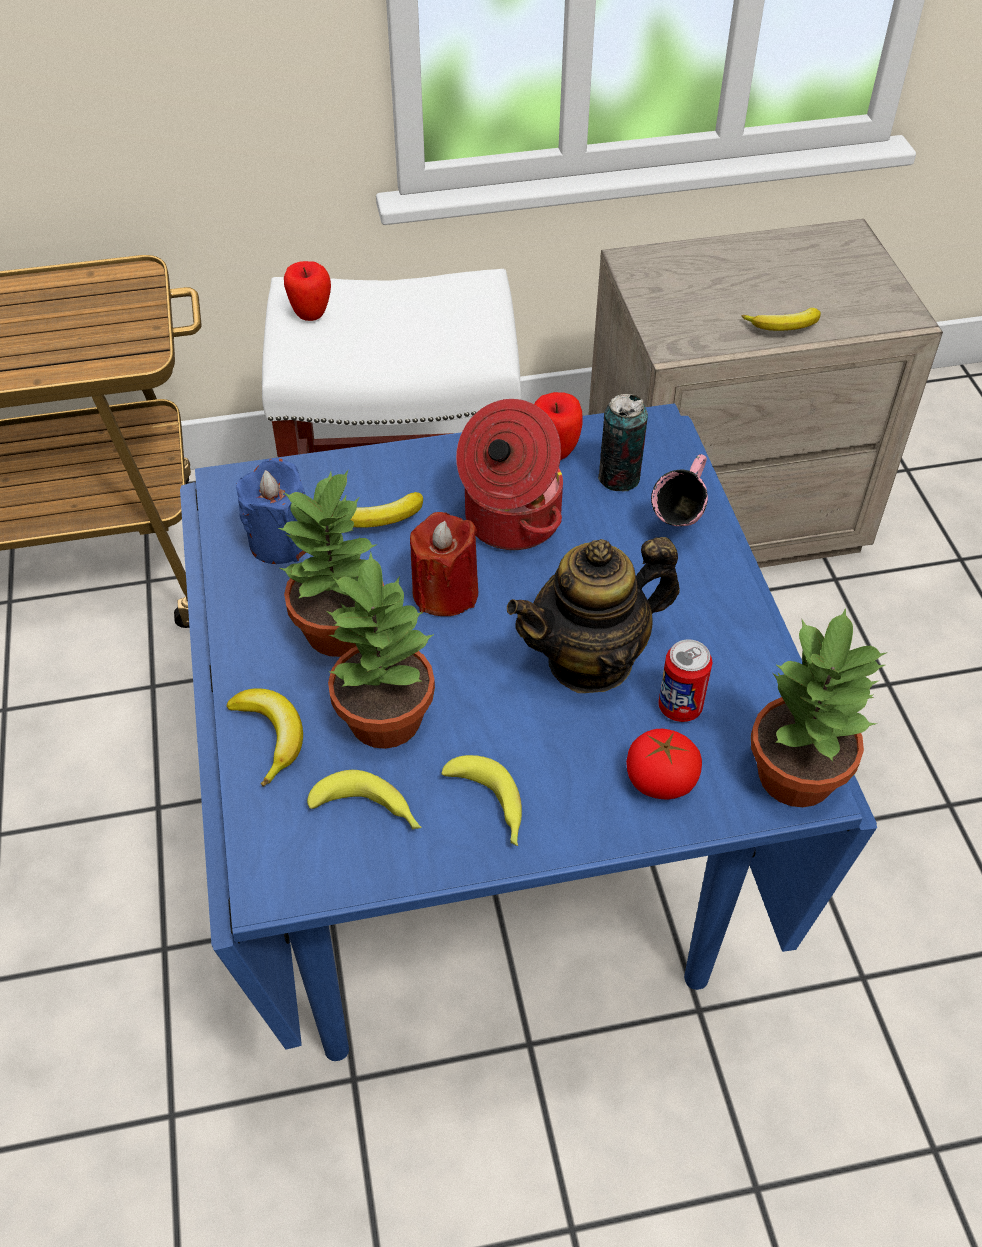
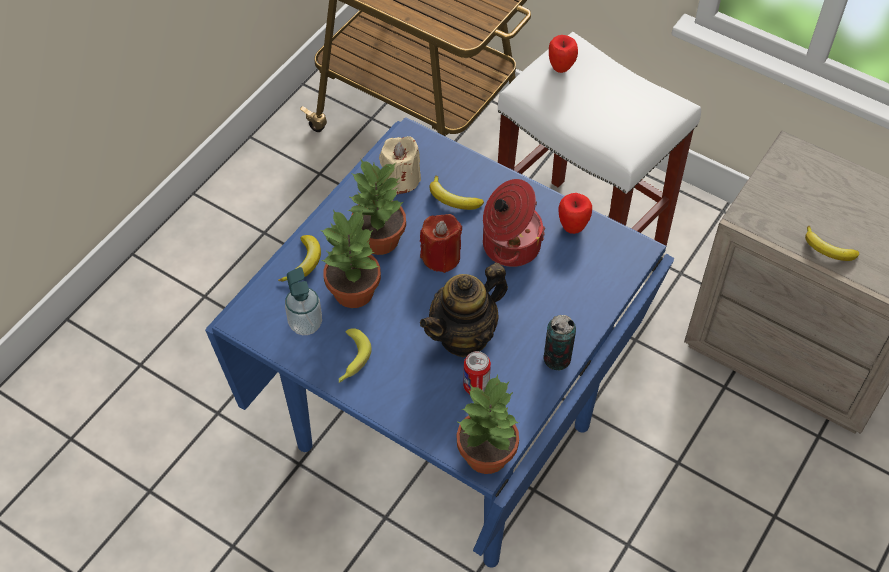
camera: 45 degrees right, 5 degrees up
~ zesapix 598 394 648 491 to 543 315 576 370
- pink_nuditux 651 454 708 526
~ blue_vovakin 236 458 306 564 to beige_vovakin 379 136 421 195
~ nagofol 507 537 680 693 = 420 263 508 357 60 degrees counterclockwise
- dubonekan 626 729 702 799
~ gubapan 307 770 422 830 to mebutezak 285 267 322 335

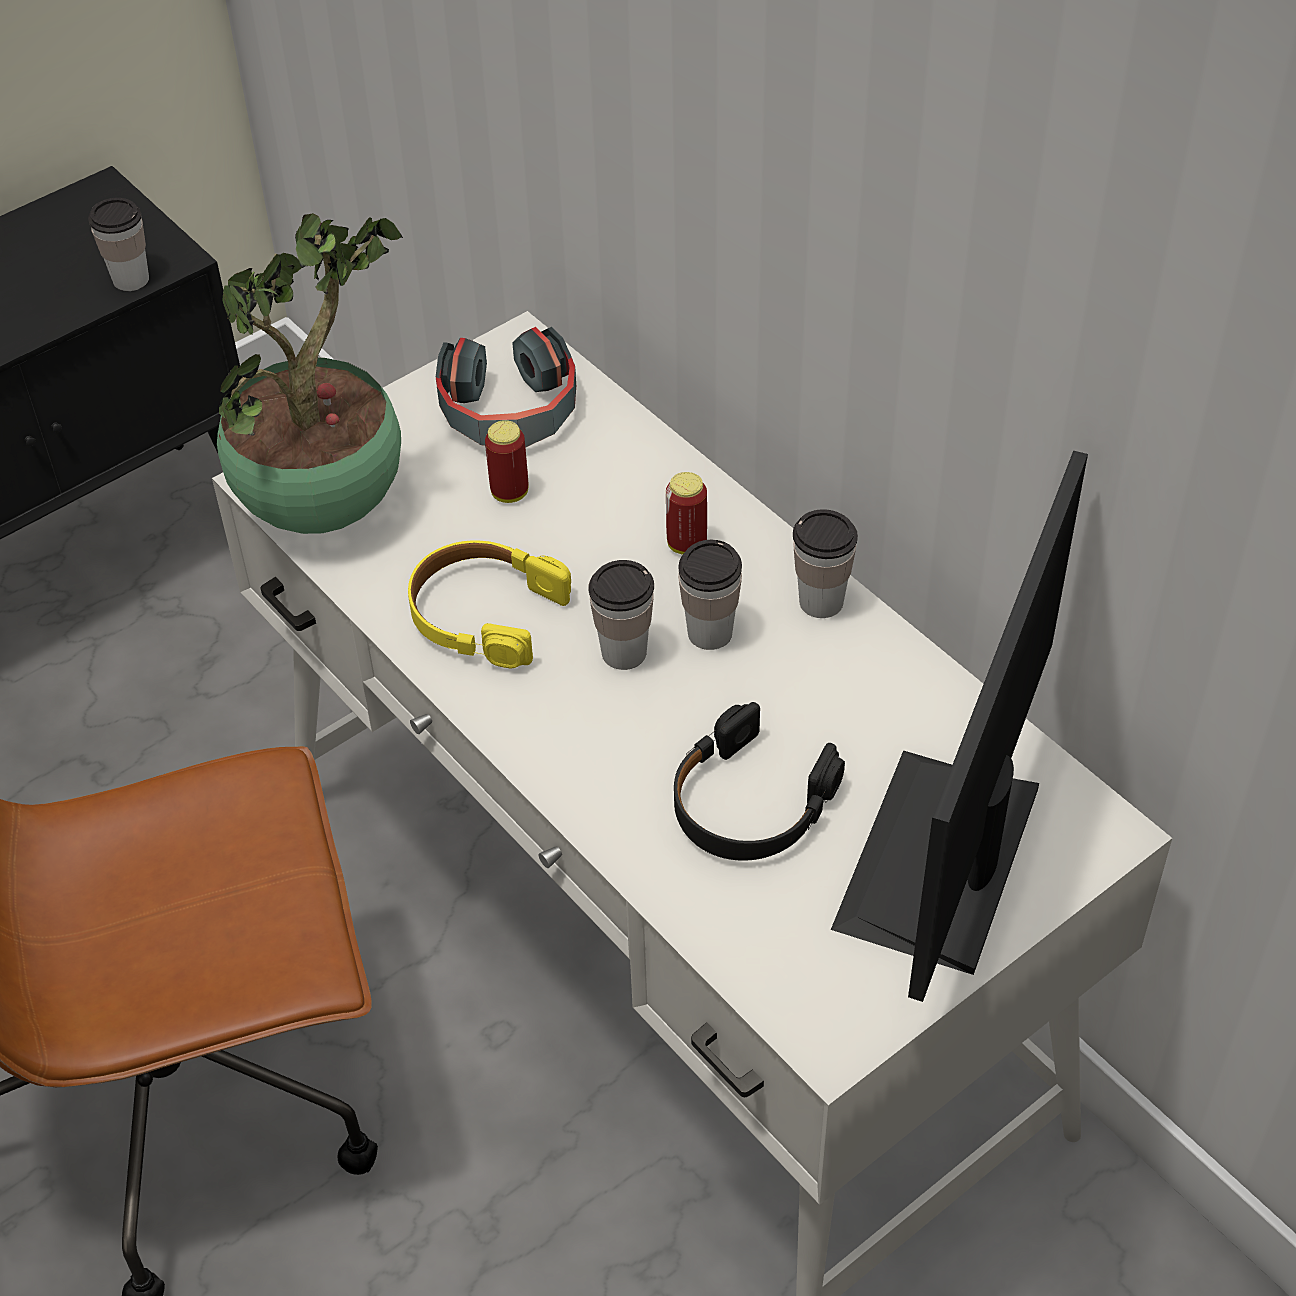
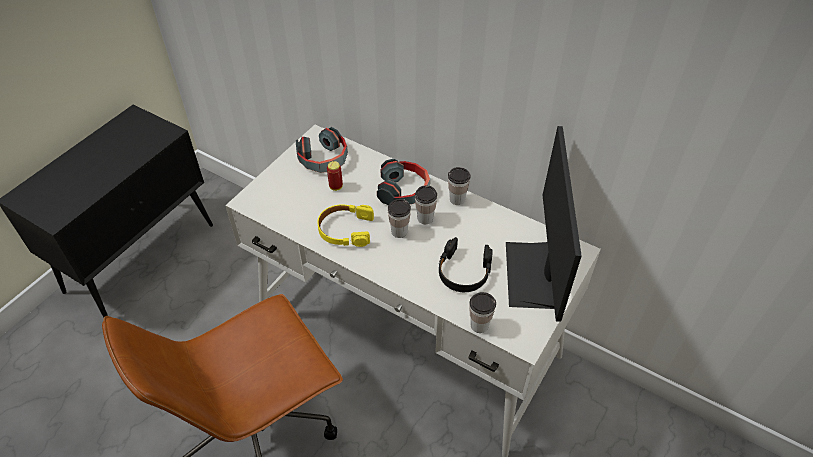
camera: 20 degrees left, 0 degrees up
~ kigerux 88 198 149 291 to 469 292 496 333
- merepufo 217 213 403 534
~ zesapix 666 472 707 555 to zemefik 377 159 430 205

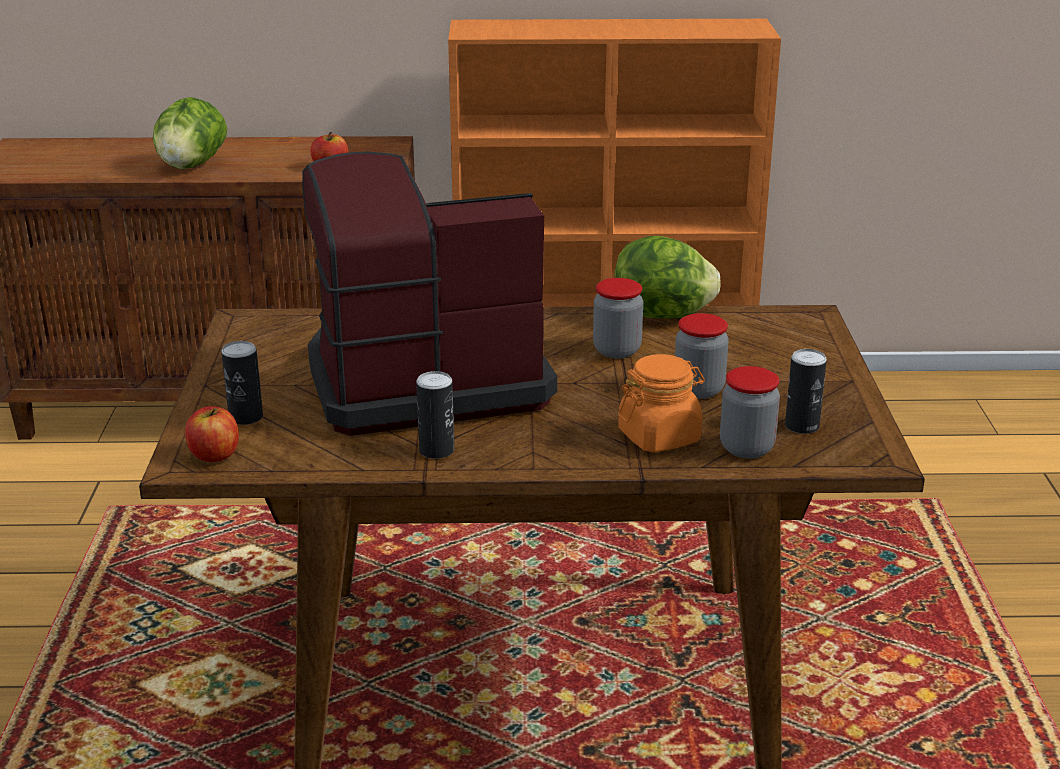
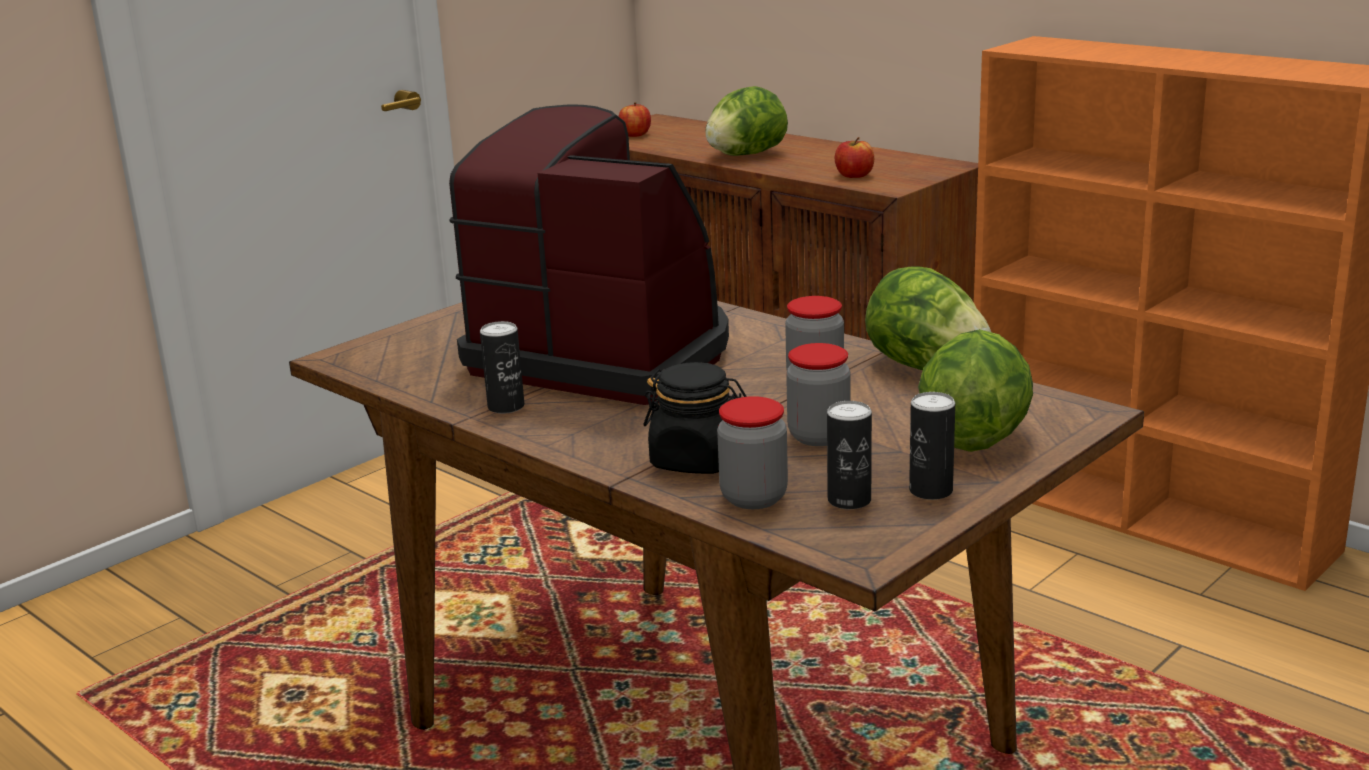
camera: 45 degrees right, 5 degrees down
~ zesapix 221 341 263 425 to 909 392 955 500
~ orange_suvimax 618 354 705 452 to black_suvimax 643 362 747 474
~ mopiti 185 406 239 462 to 618 102 651 137
+ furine 918 329 1033 452

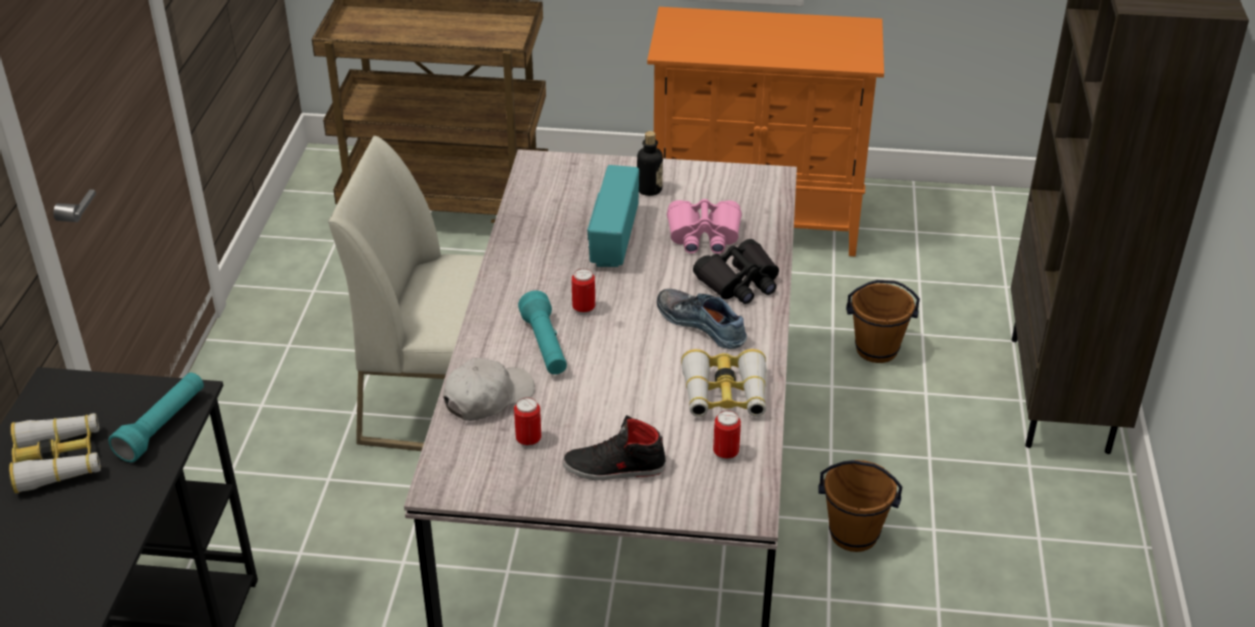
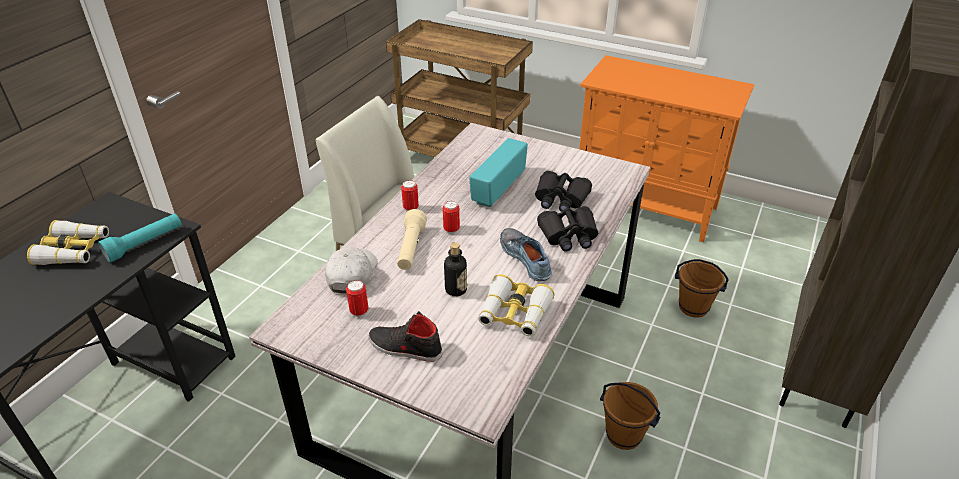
camera: 20 degrees right, 0 degrees up
~ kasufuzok 637 131 663 196 to 444 242 467 296
~ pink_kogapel 667 199 742 254 to black_kogapel 535 171 592 212
~ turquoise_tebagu 518 290 567 375 to beige_tebagu 397 209 427 270
~ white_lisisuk 443 358 535 421 = 325 247 378 293 60 degrees counterclockwise
~ zesapix 713 410 741 461 to 401 180 419 212

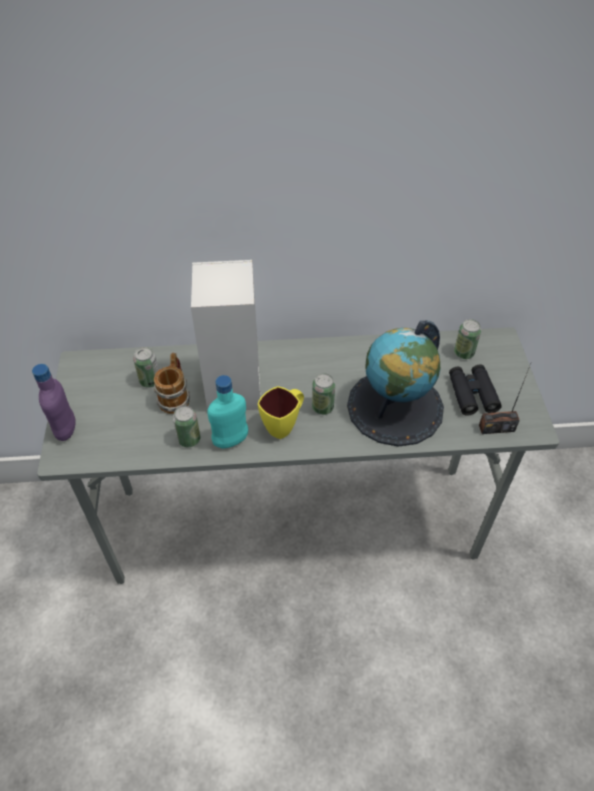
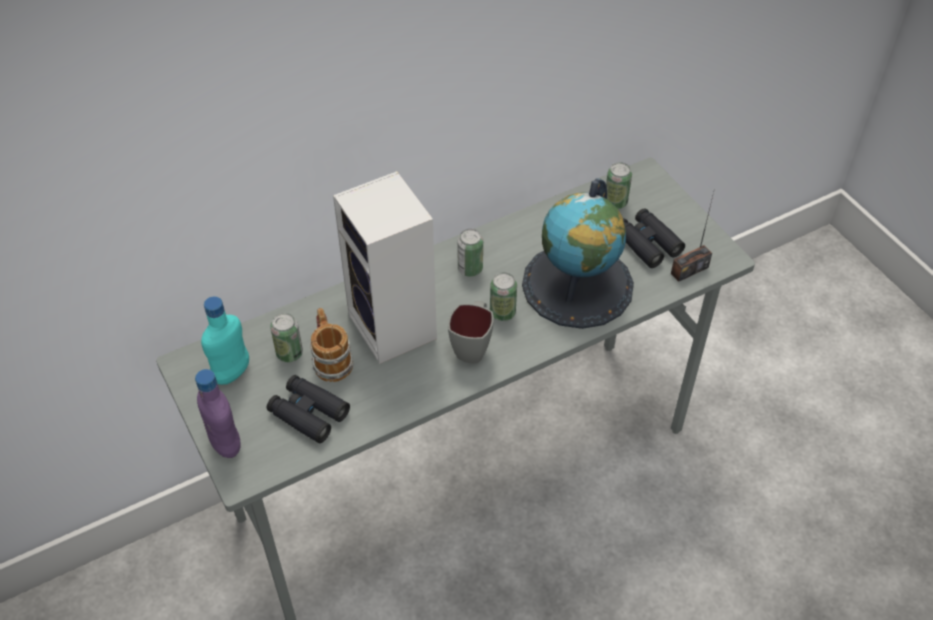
camera: 25 degrees left, 0 degrees up
~ turquoise_kasufuzok 207 375 248 449 to 201 296 249 385
~ yellow_nuditux 258 386 304 439 to grey_nuditux 448 301 494 363
~ zesapix 173 405 200 447 to 457 229 483 277
+ black_kogapel 267 375 350 443

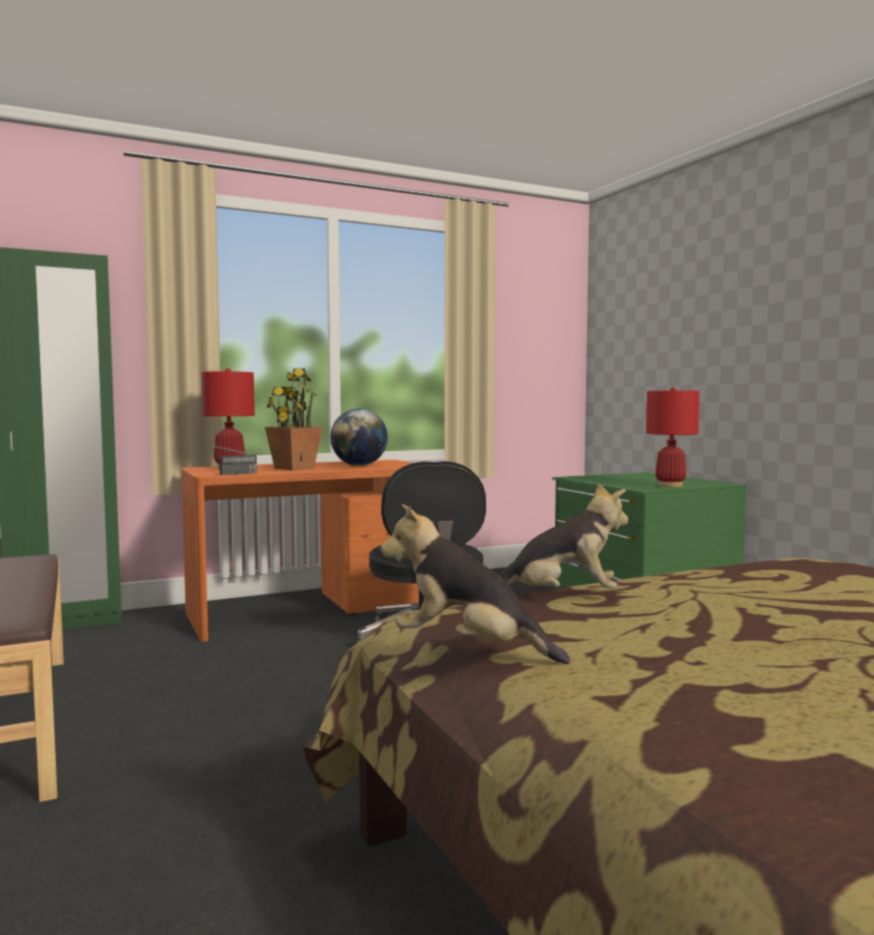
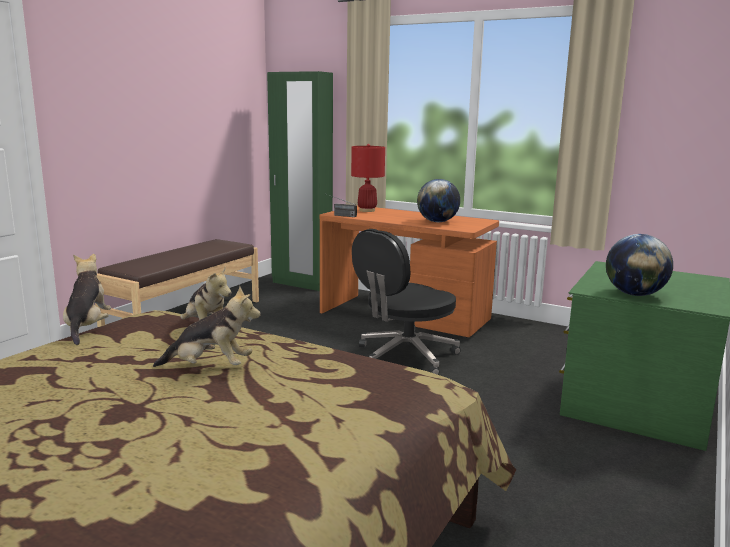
camera: 55 degrees right, 10 degrees up
- merepufo 265 368 323 470
~ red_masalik 646 387 700 487 to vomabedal 606 234 673 296
+ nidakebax 153 286 261 367

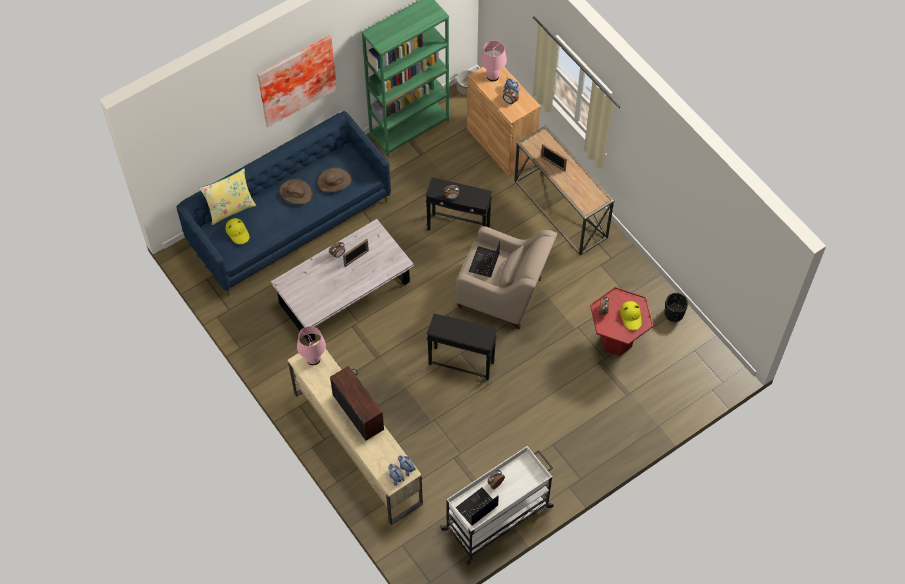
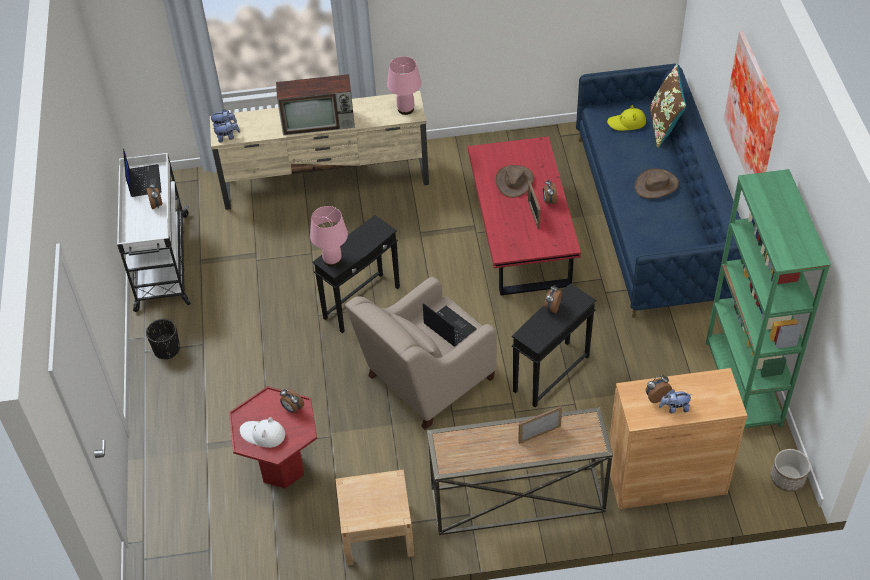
camera: 120 degrees right, 10 degrees down
~ pink_masalik 480 40 507 81 to 310 206 348 266
~ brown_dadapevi 317 167 352 192 to 496 165 534 198
~ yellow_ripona 199 168 256 225 to brown_ripona 650 64 686 148
~ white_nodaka 271 219 414 343 to red_nodaka 468 136 581 295
~ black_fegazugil 664 293 688 322 to 146 319 180 359
~ yellow_dadapevi 620 301 642 330 to white_dadapevi 240 417 285 448
+ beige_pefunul 336 470 414 566

